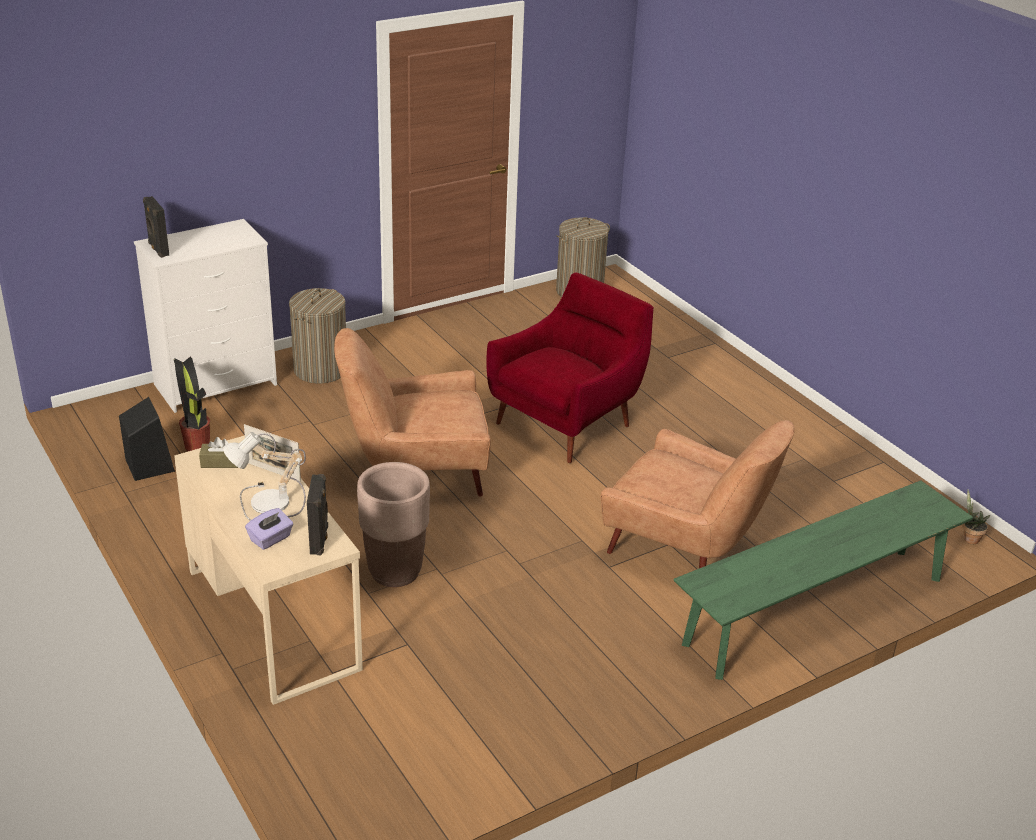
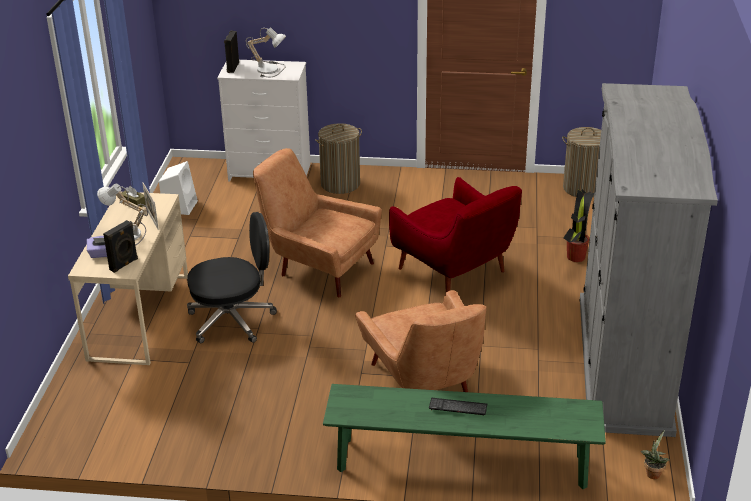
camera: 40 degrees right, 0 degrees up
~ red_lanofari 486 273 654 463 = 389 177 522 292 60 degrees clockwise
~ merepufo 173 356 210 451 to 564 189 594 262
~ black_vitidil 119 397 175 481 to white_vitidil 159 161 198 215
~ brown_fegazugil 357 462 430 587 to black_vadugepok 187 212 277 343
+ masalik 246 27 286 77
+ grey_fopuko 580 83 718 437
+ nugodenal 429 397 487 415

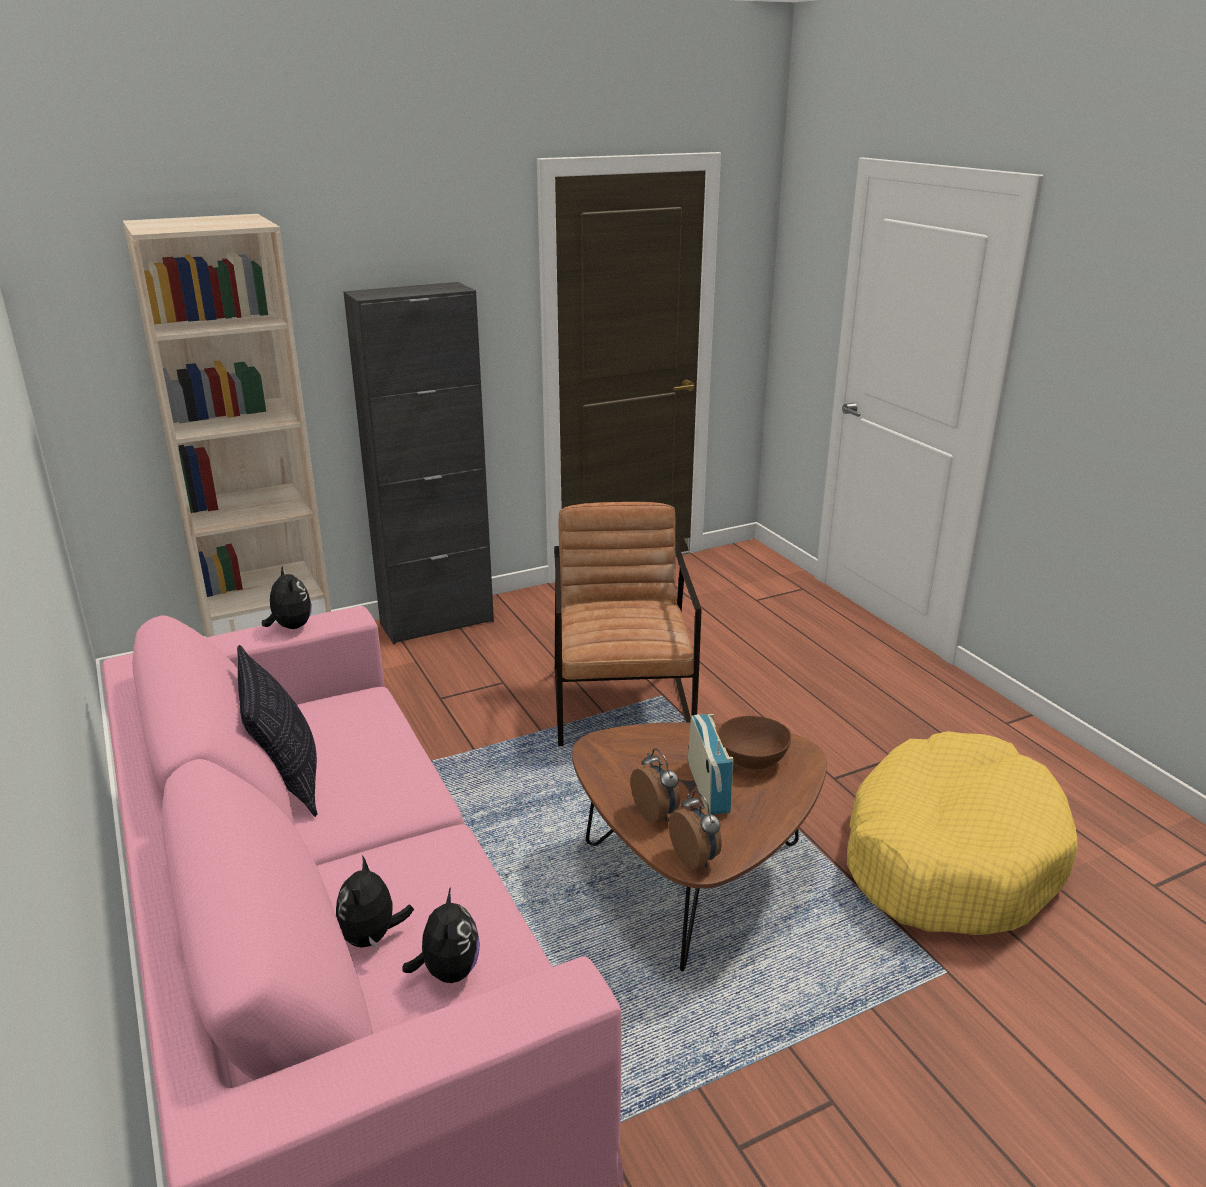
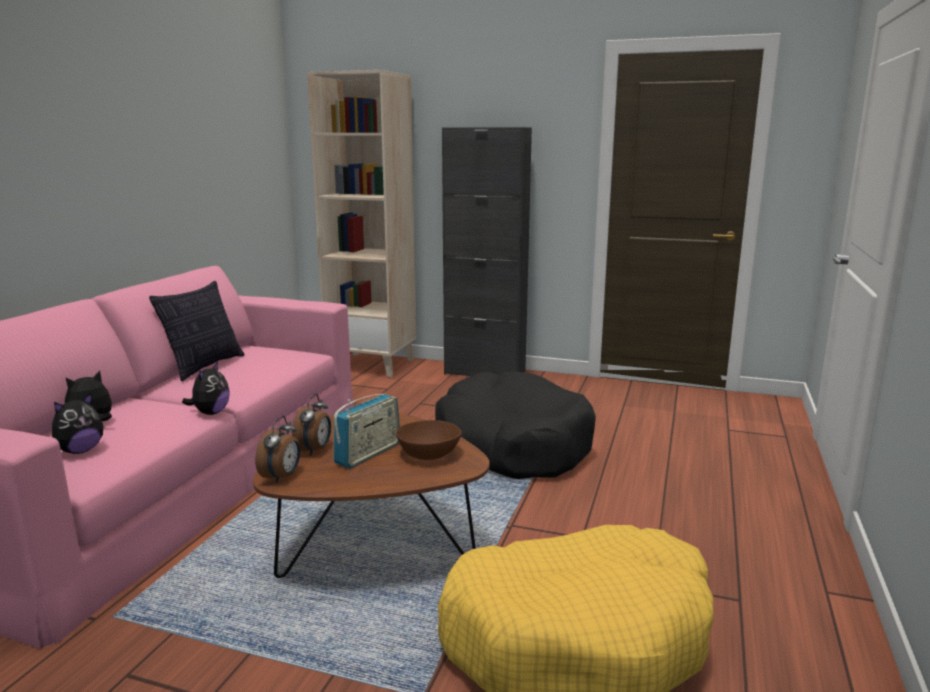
camera: 45 degrees right, 10 degrees down
~ brown_lanofari 554 502 702 746 to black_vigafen 435 371 596 479
~ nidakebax 262 565 312 629 to 182 361 230 415

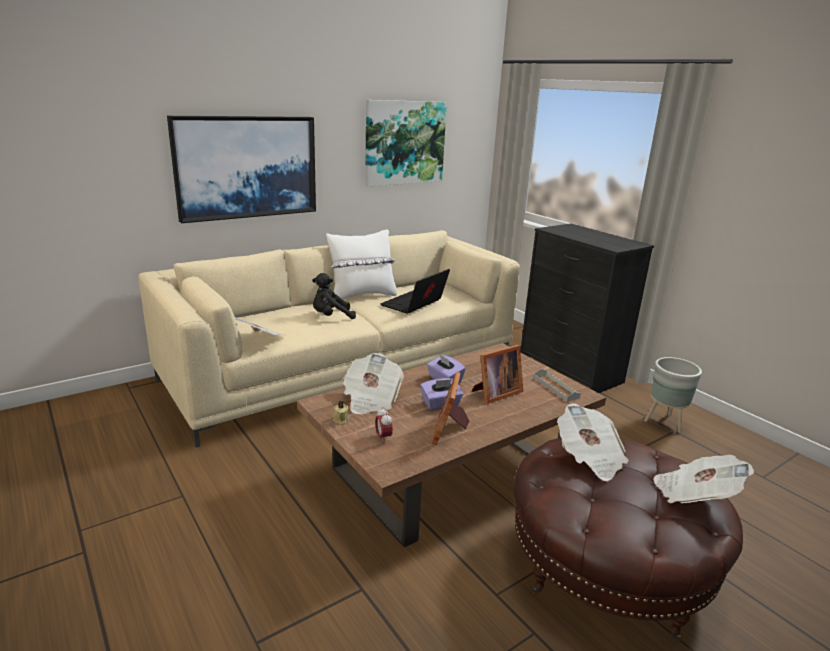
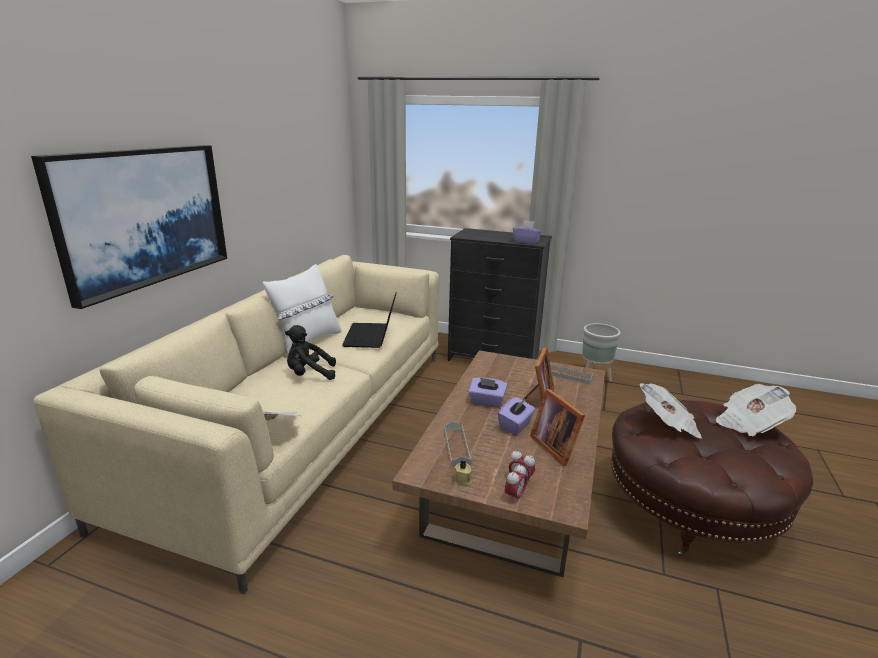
camera: 35 degrees left, 0 degrees up
- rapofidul 365 100 447 186
~ black_nidakebax 312 273 356 319 = 285 325 336 380 45 degrees clockwise
~ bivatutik 343 353 404 414 to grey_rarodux 444 421 471 466
+ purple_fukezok 513 220 542 244
+ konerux 505 464 527 503

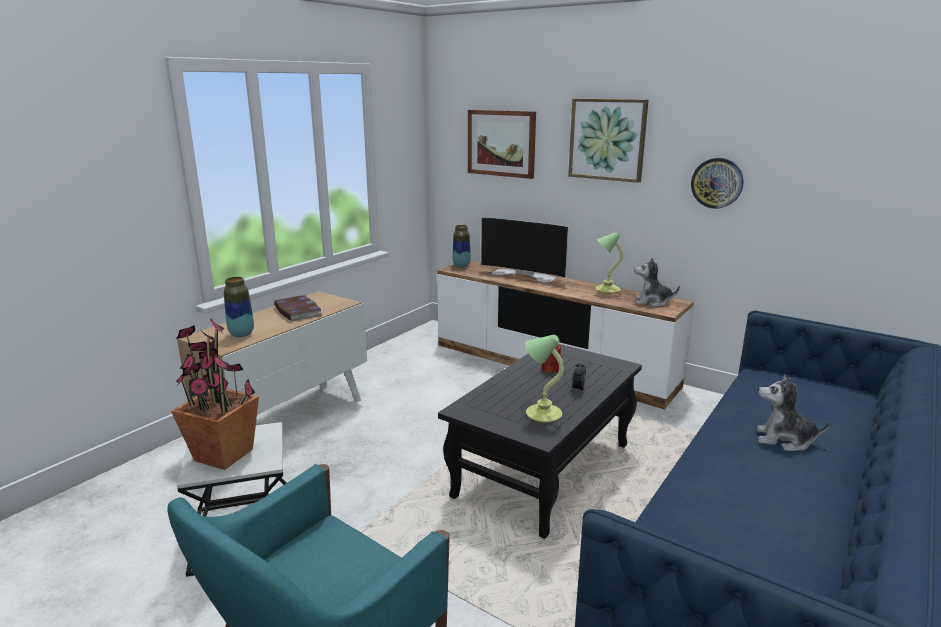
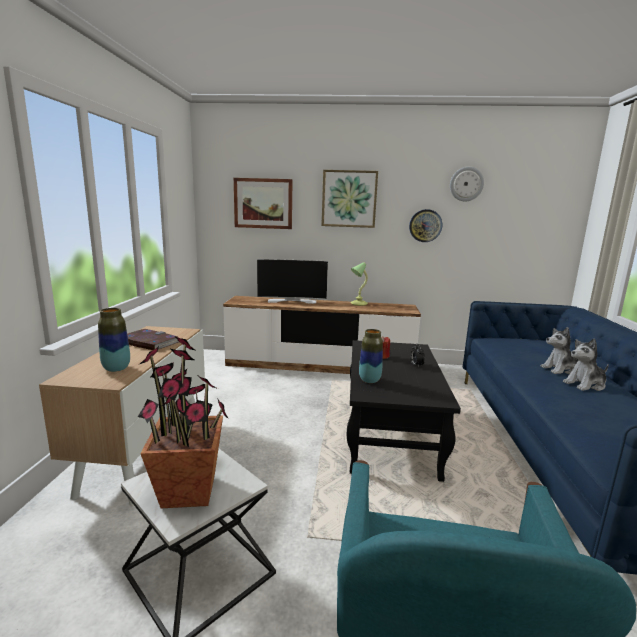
camera: 30 degrees left, 5 degrees down
~ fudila 452 225 471 267 to 359 329 383 383
~ nidakebax 634 258 680 307 to 563 338 609 391
- masalik 525 335 564 423
+ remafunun 450 167 484 201

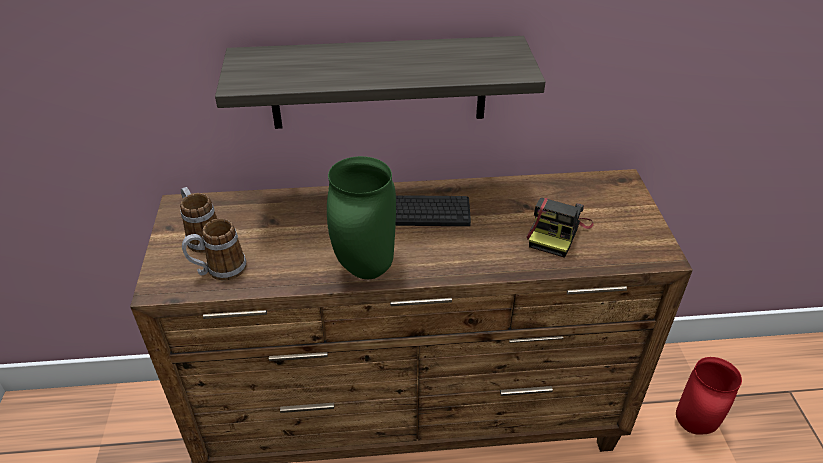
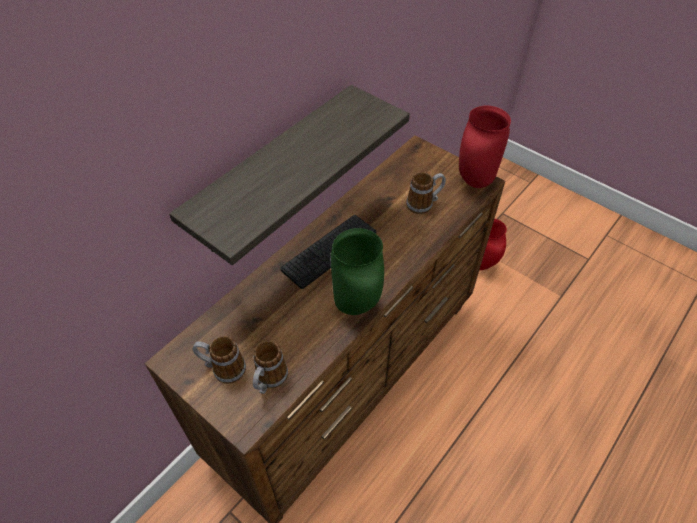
camera: 45 degrees left, 10 degrees up
~ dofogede 527 198 594 258 to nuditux 406 172 446 214
+ red_fudila 459 106 511 188

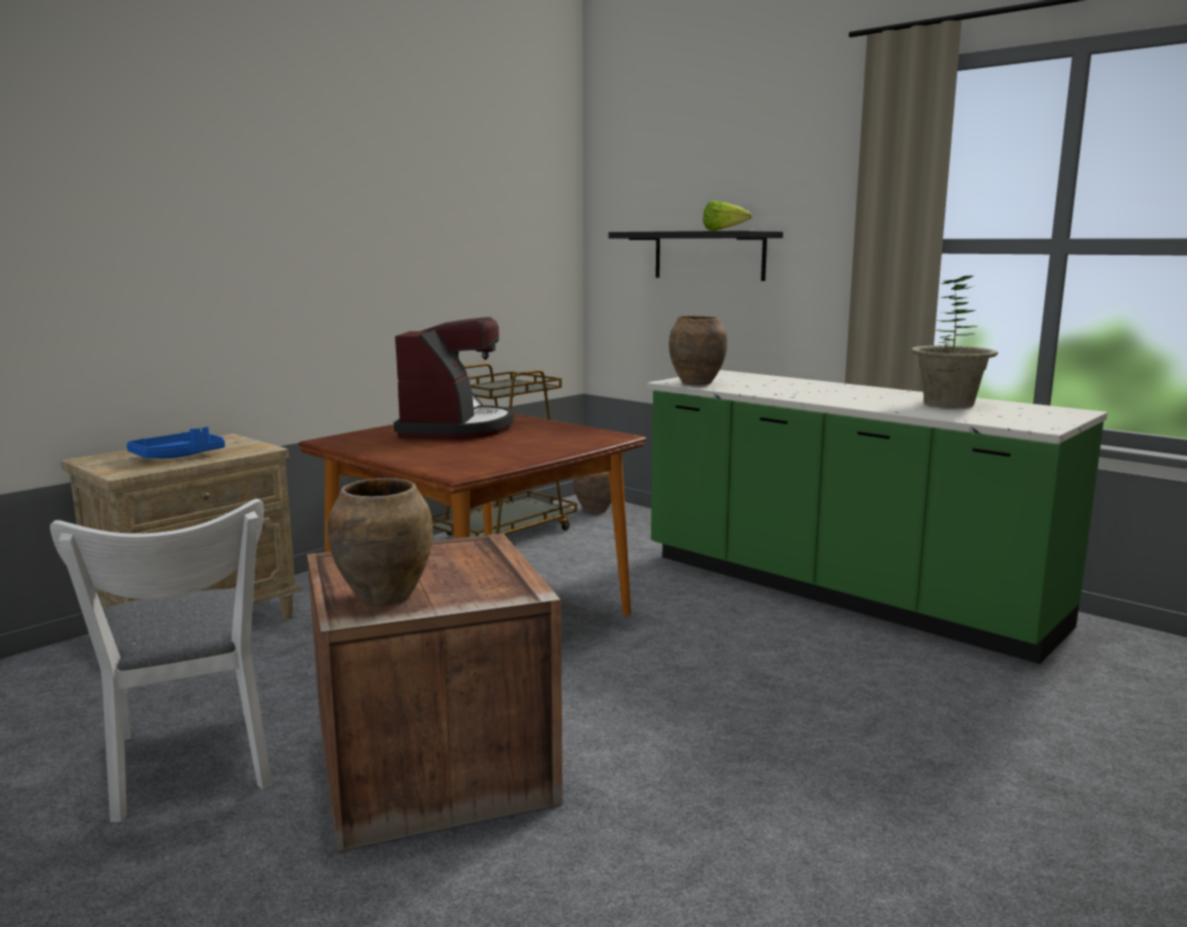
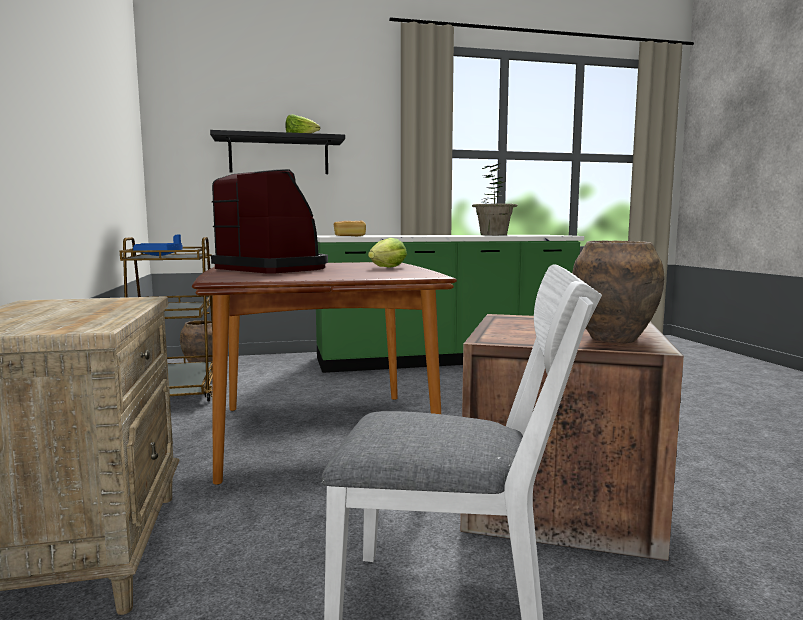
camera: 55 degrees left, 5 degrees down
~ brown_fudila 669 316 728 385 to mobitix 334 221 366 236
~ blue_rarodux 127 426 225 458 to 133 234 183 256
+ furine 368 238 407 268

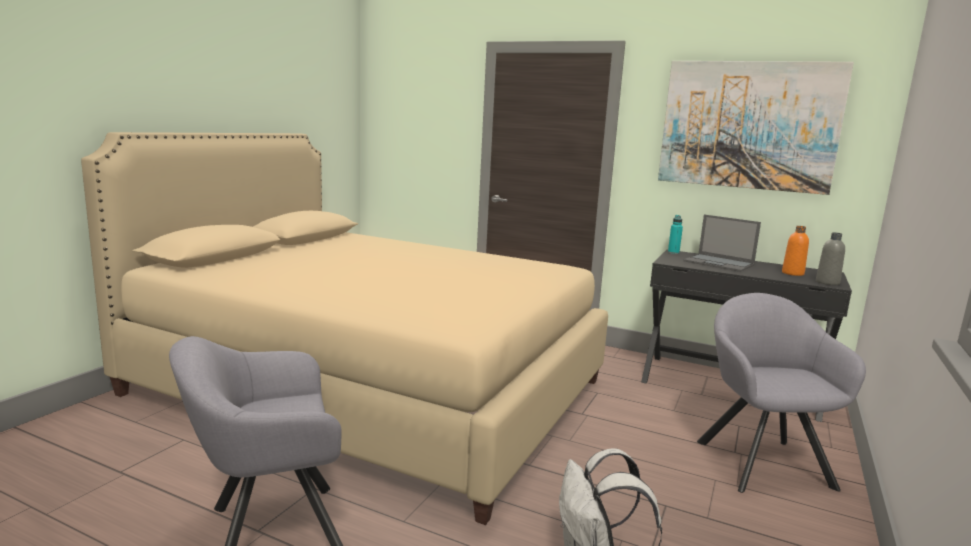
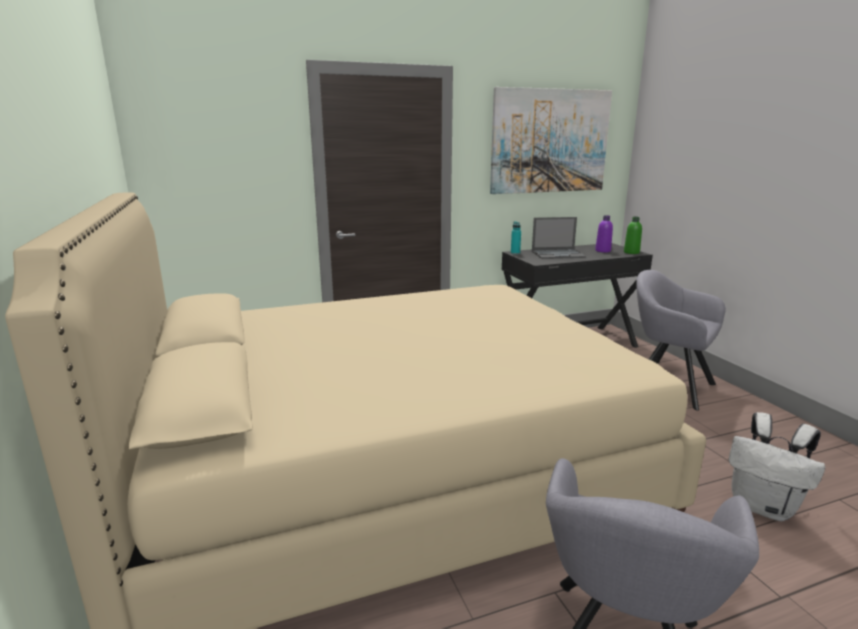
camera: 45 degrees left, 5 degrees up
~ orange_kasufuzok 782 226 809 276 to purple_kasufuzok 595 215 613 252
~ grey_kasufuzok 816 232 845 285 to green_kasufuzok 624 217 642 254

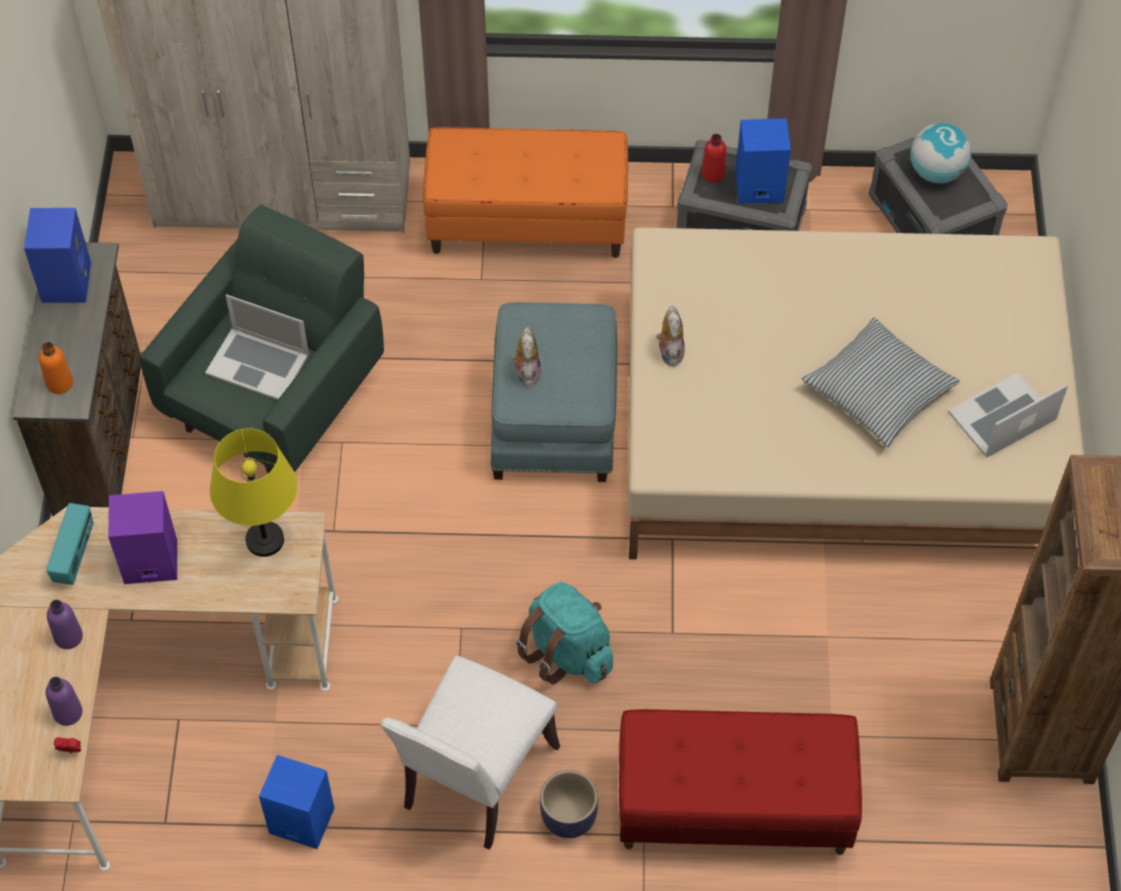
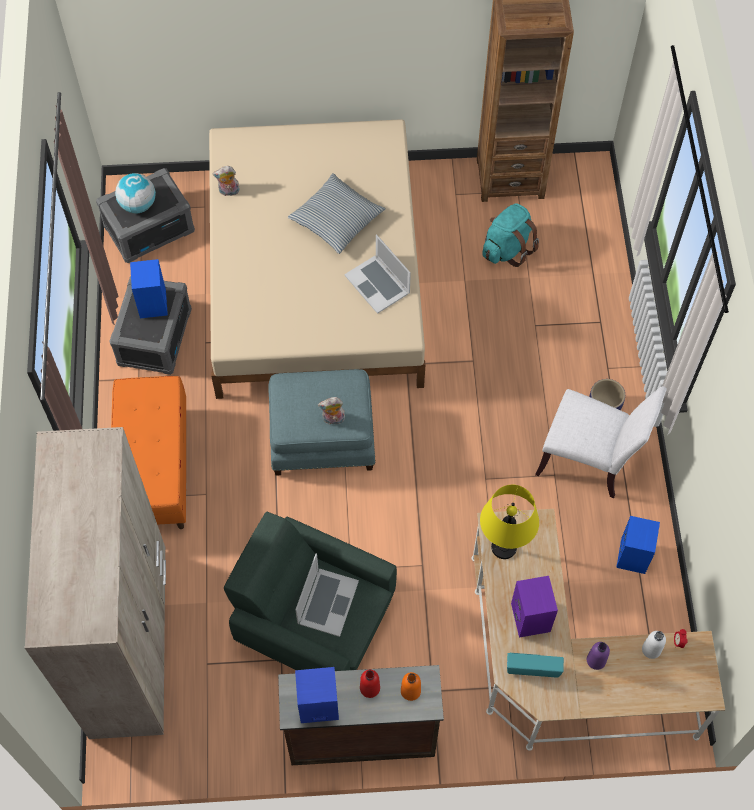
camera: 95 degrees left, 5 degrees up
~ red_kasufuzok 701 134 726 183 to 360 670 380 698
~ nidakebax 656 305 685 367 to 212 166 240 196
~ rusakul 948 372 1068 458 to 344 234 411 314
~ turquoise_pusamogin 516 582 613 685 to 482 203 539 267
~ purple_kasufuzok 46 677 83 726 to white_kasufuzok 642 631 666 659
- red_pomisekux 619 709 862 855

